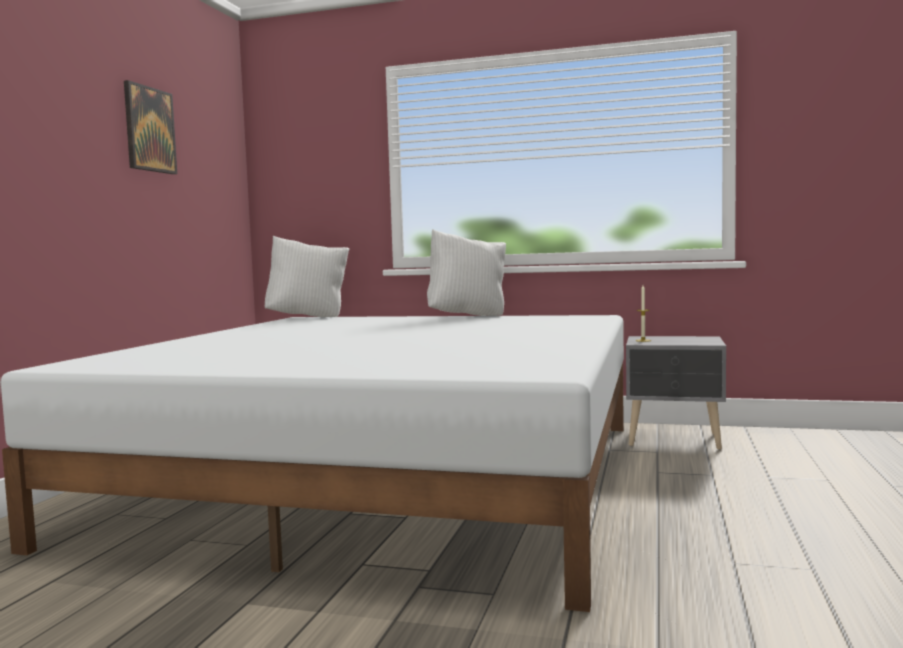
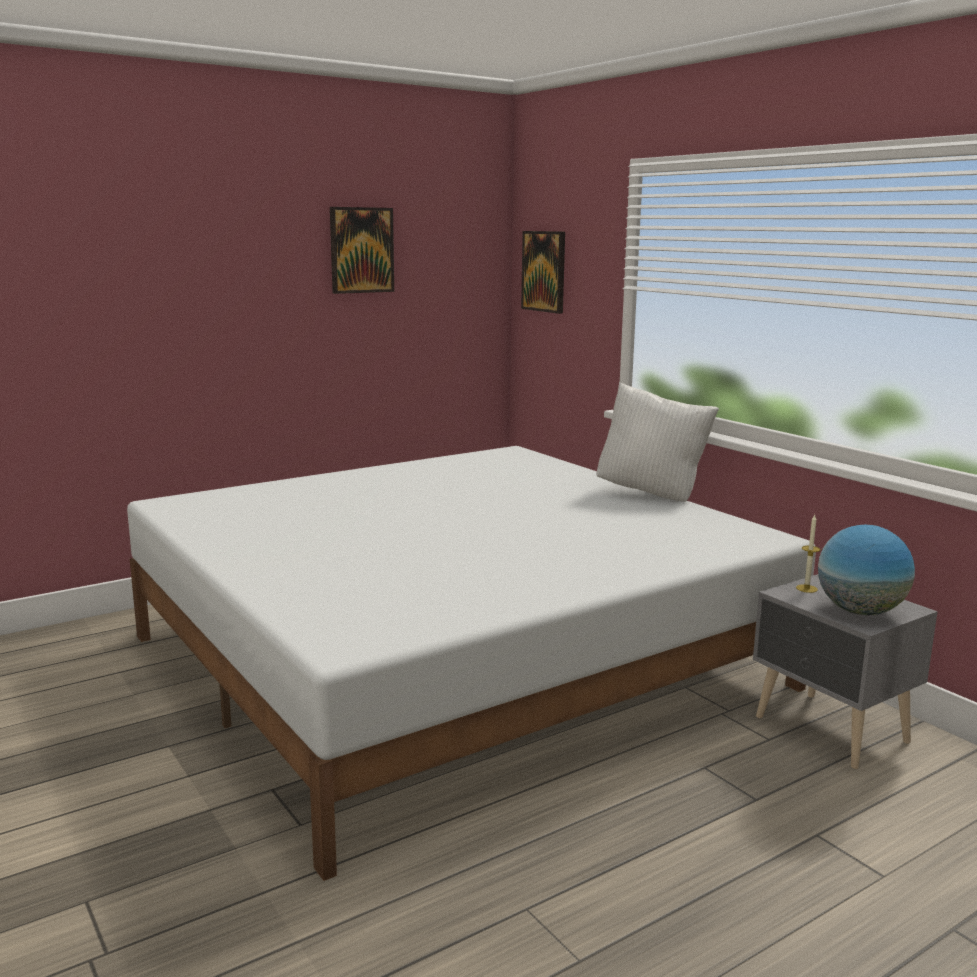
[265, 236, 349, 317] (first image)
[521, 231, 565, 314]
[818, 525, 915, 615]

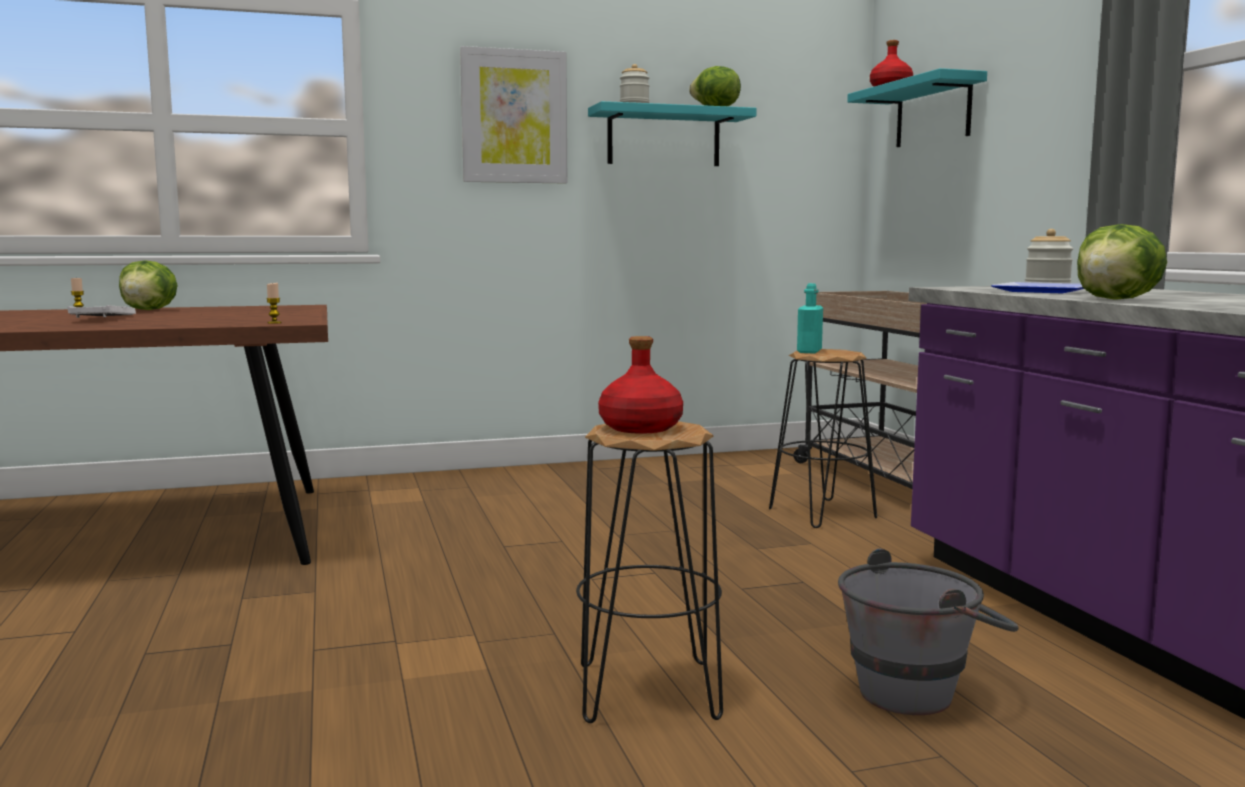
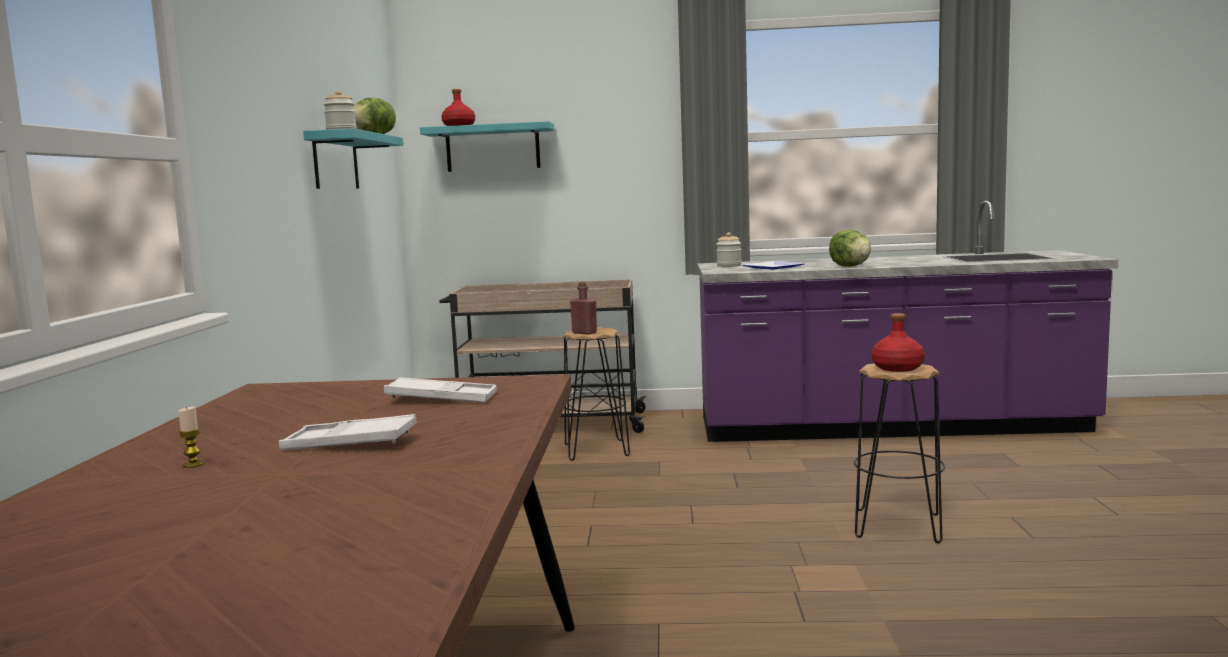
[119, 260, 177, 310] (first image)
[266, 283, 282, 324] (first image)
[460, 46, 568, 184] (first image)
[838, 549, 1019, 715] (first image)
[384, 377, 497, 402]
[570, 282, 597, 335]

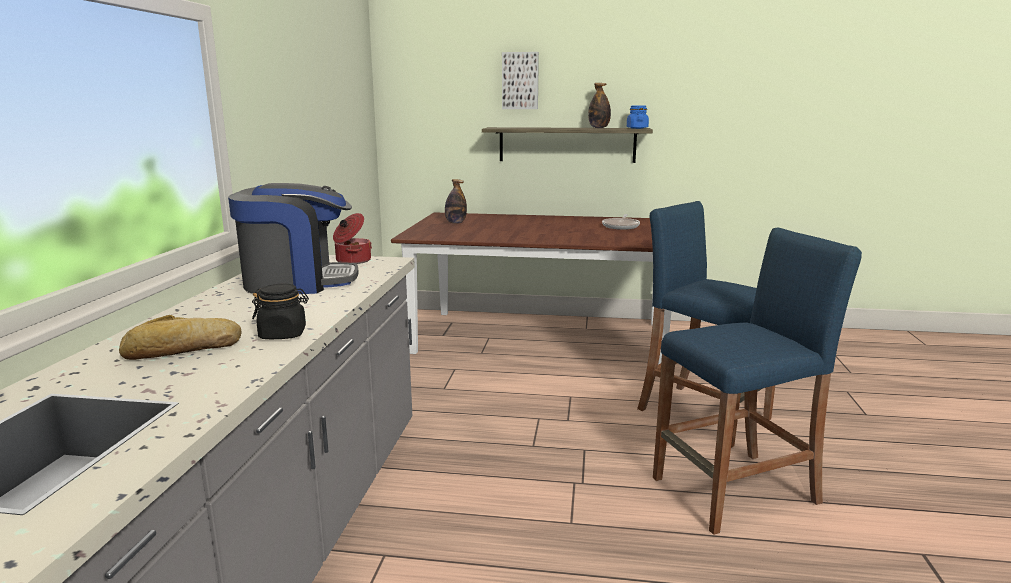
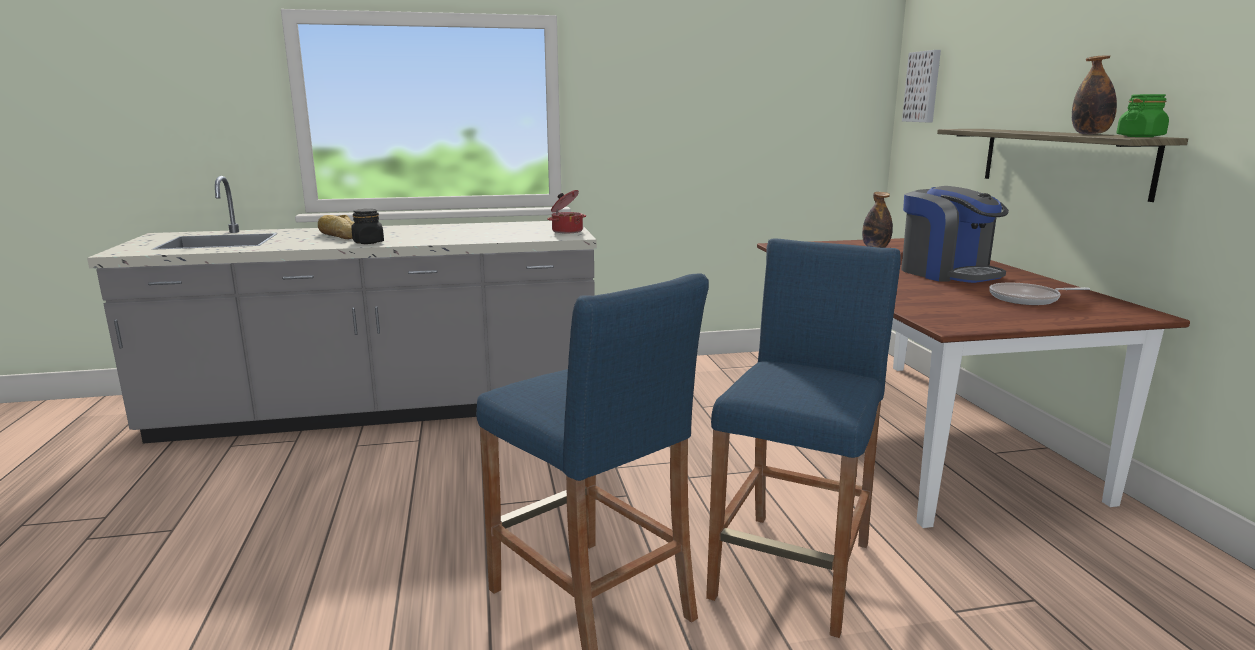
[901, 186, 1009, 283]
[902, 50, 941, 122]
[1116, 94, 1169, 137]

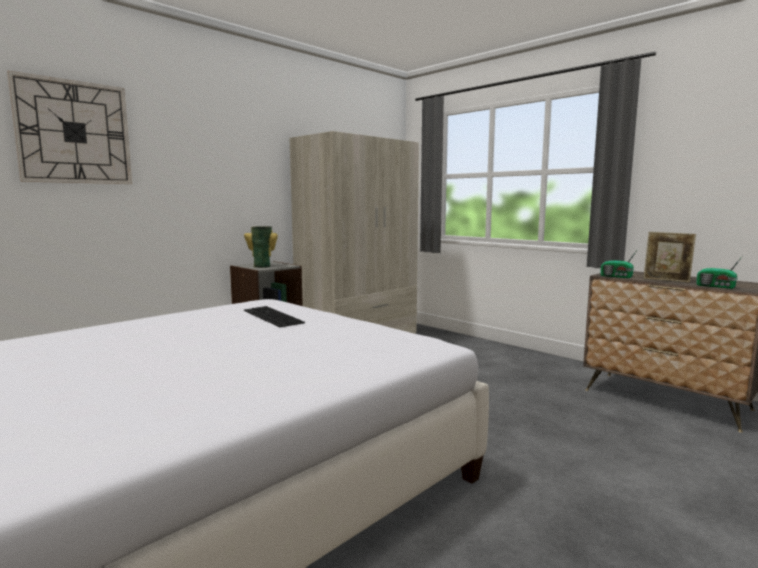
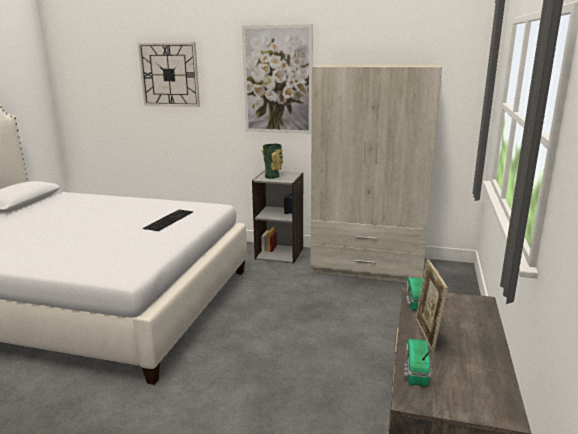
[242, 24, 313, 134]

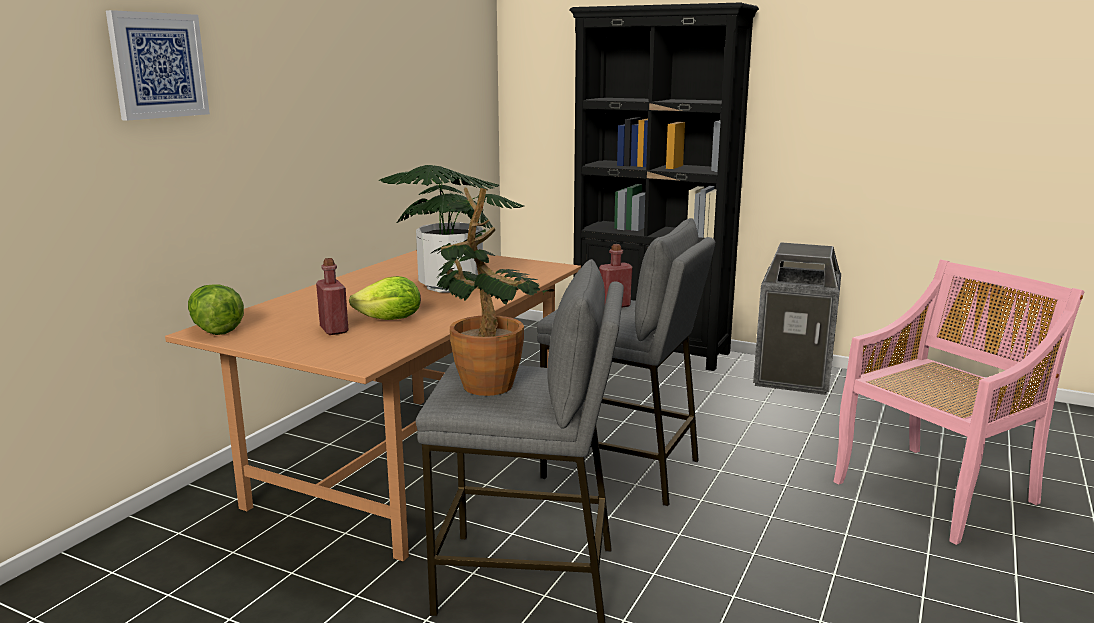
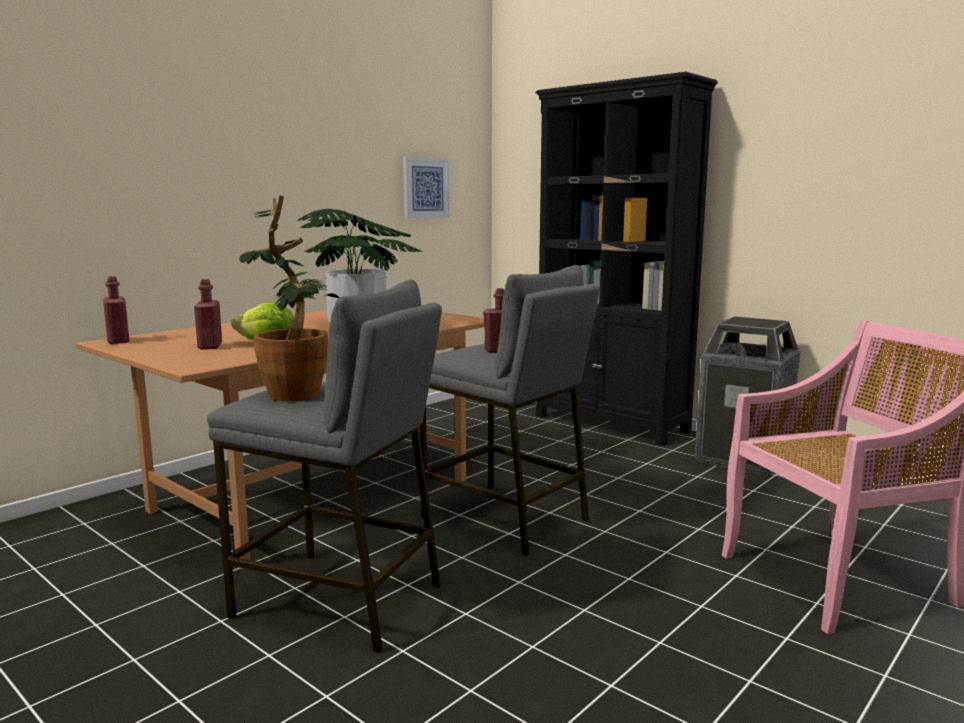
[403, 156, 450, 219]
[103, 276, 129, 344]

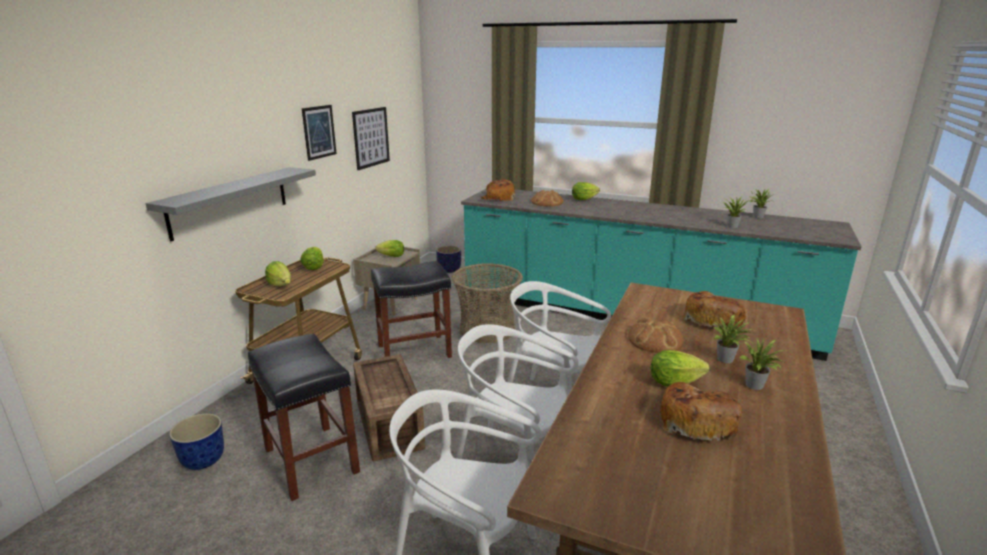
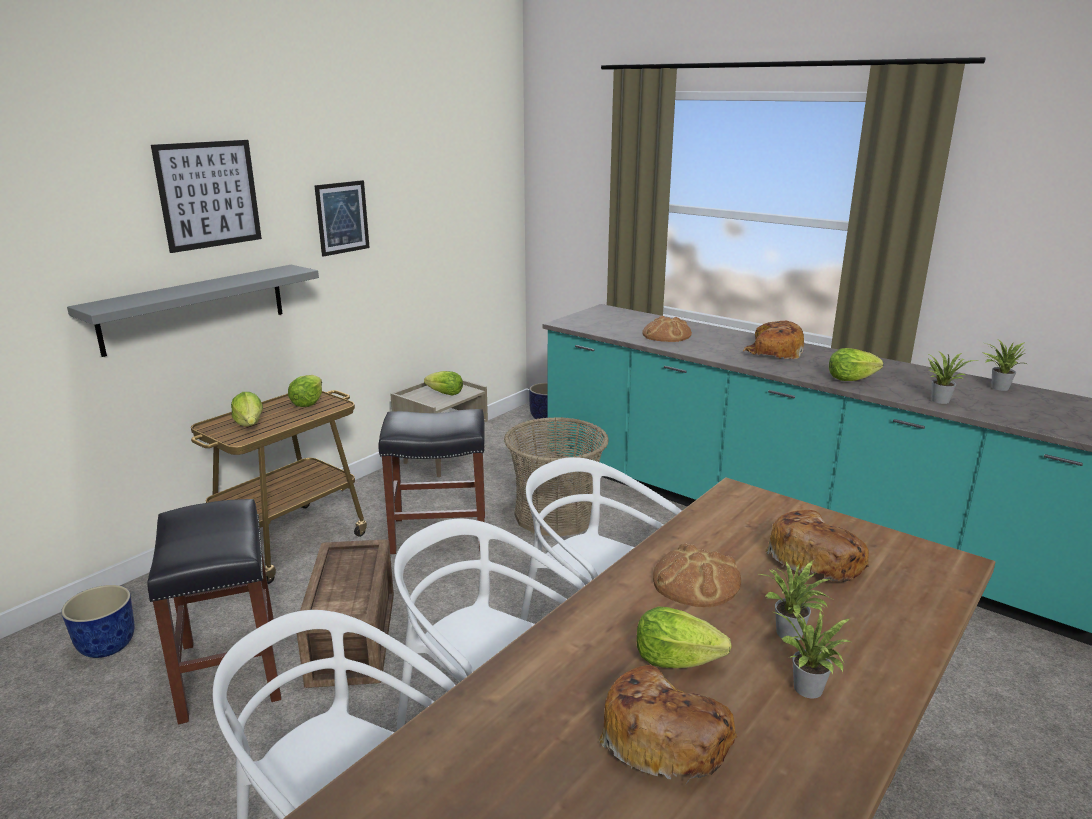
[151, 140, 262, 253]
[743, 321, 804, 359]
[829, 348, 883, 381]

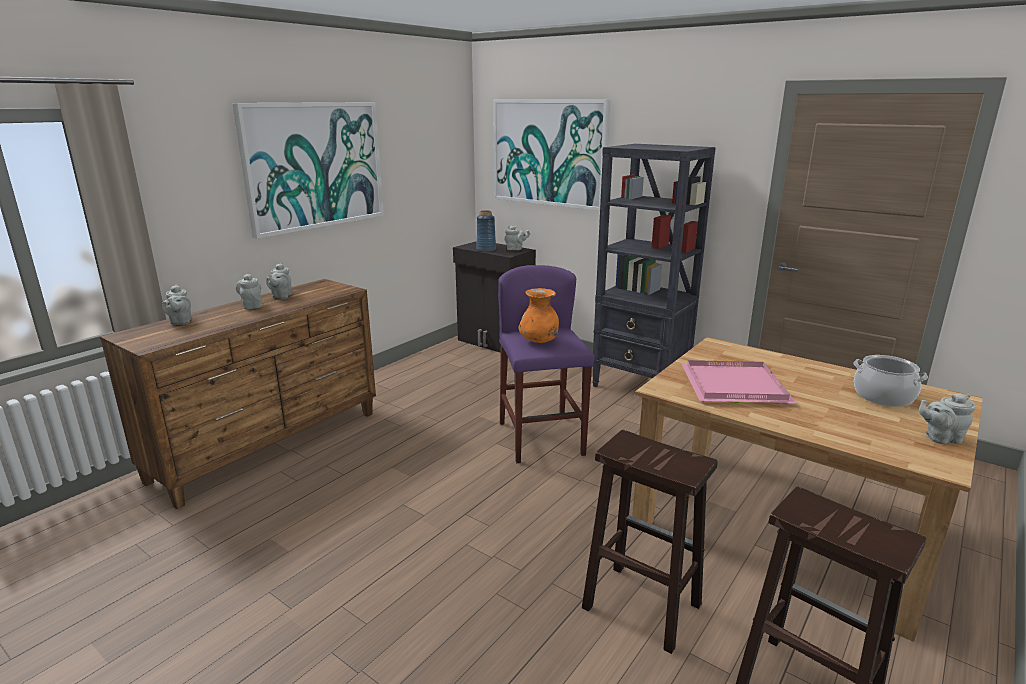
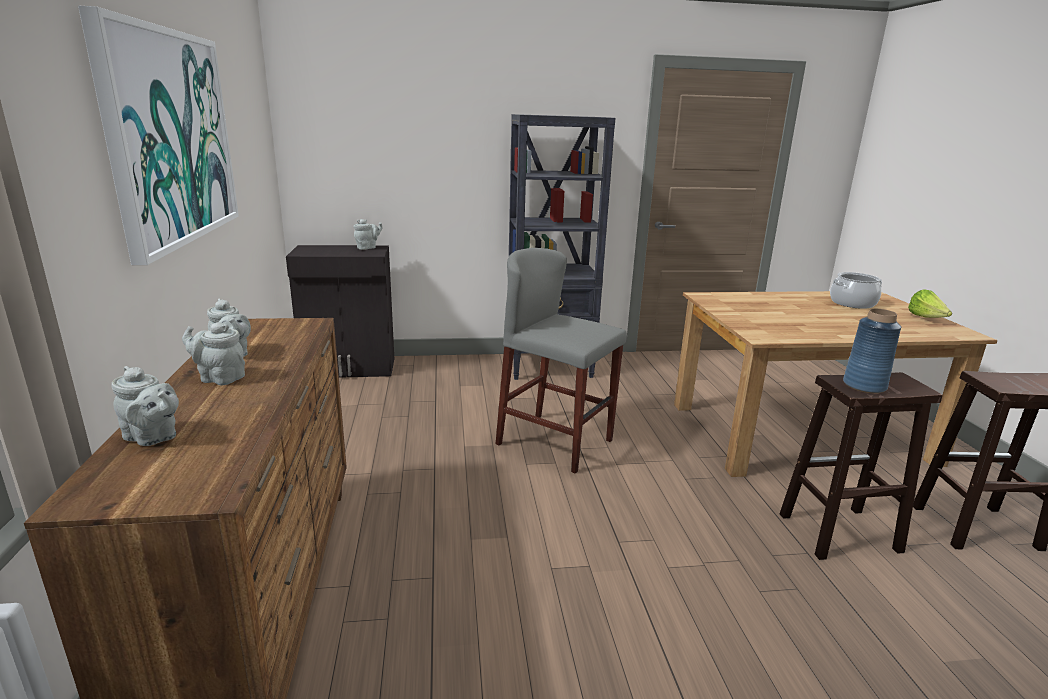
[493, 100, 611, 211] (first image)
[518, 288, 559, 343] (first image)
[681, 360, 796, 404] (first image)
[843, 309, 901, 393]
[908, 289, 952, 318]
[496, 248, 627, 474]

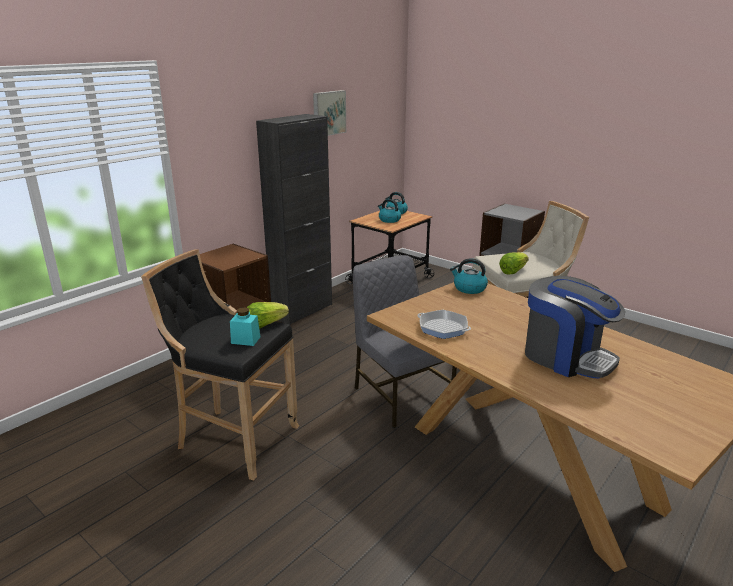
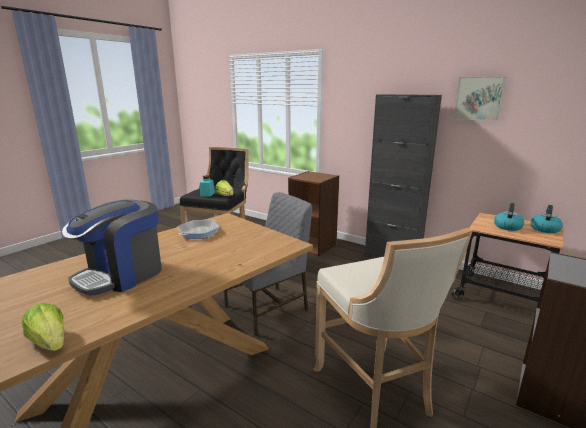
[450, 258, 488, 294] (first image)
[22, 303, 64, 351]

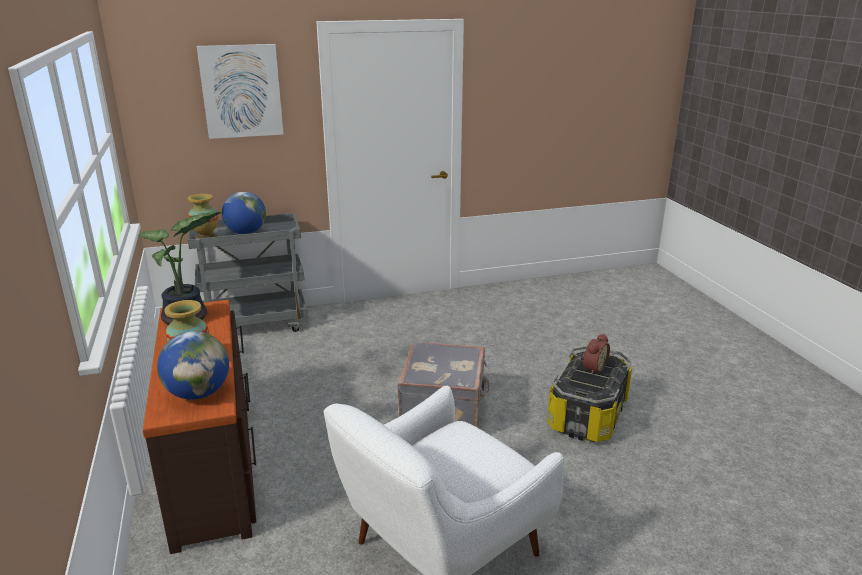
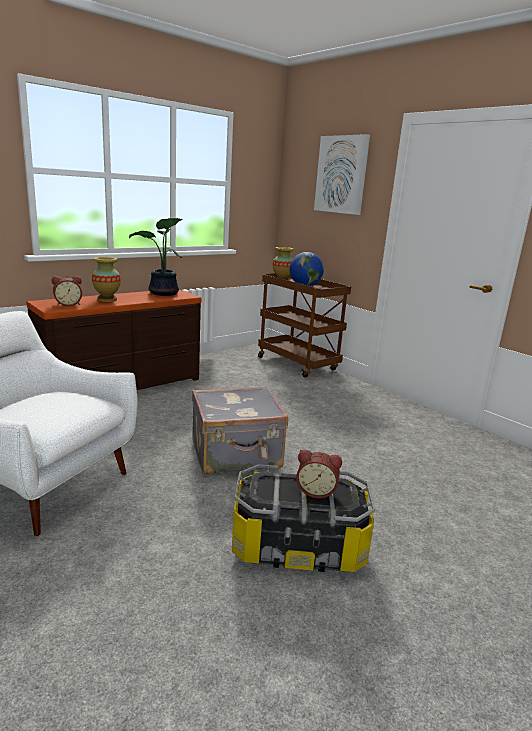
[52, 276, 82, 306]
[258, 273, 351, 378]

